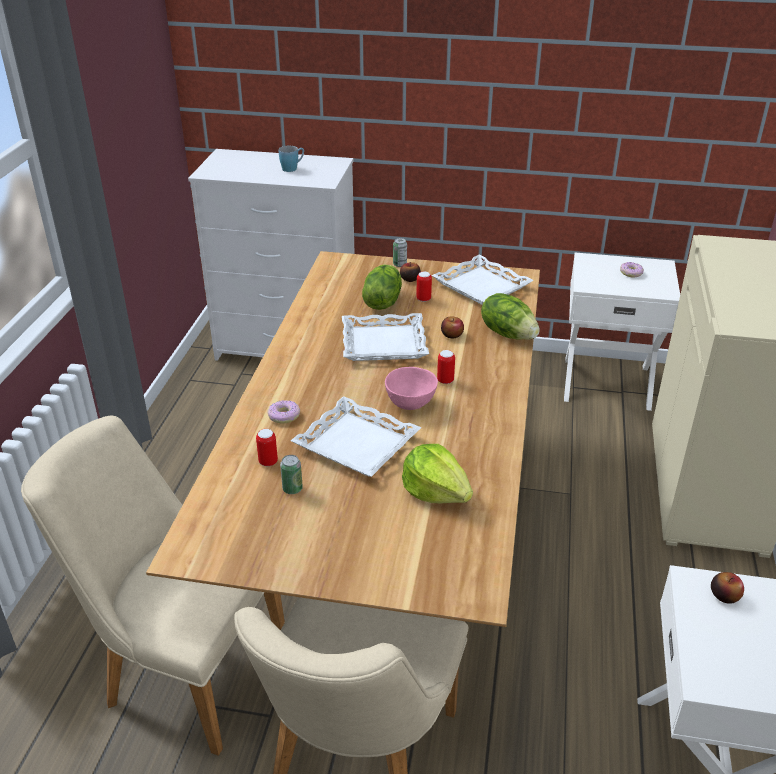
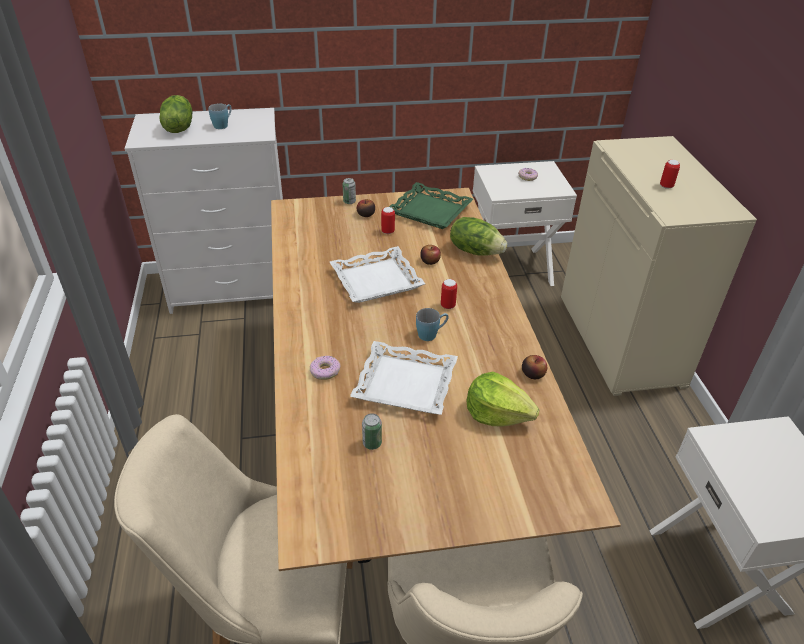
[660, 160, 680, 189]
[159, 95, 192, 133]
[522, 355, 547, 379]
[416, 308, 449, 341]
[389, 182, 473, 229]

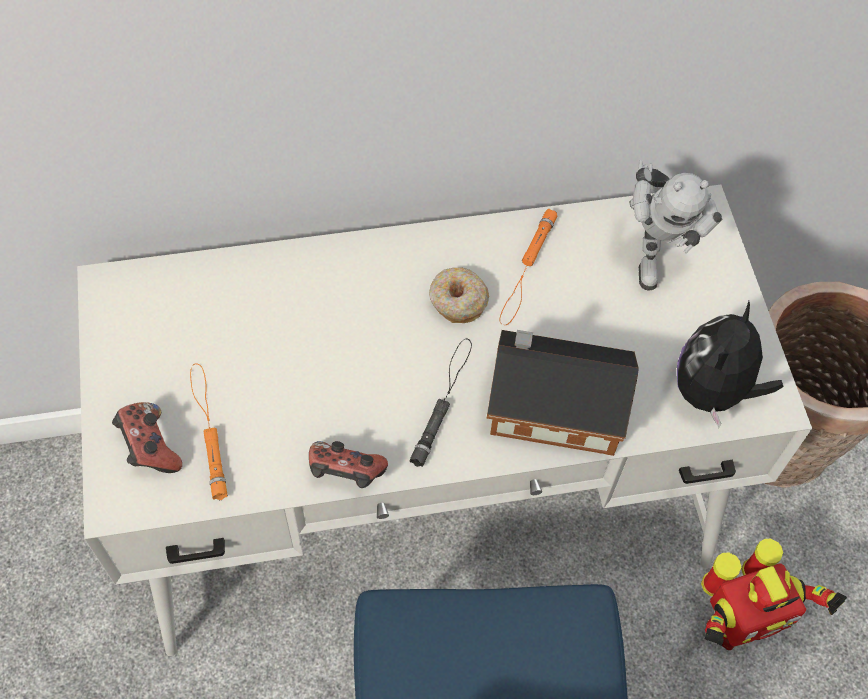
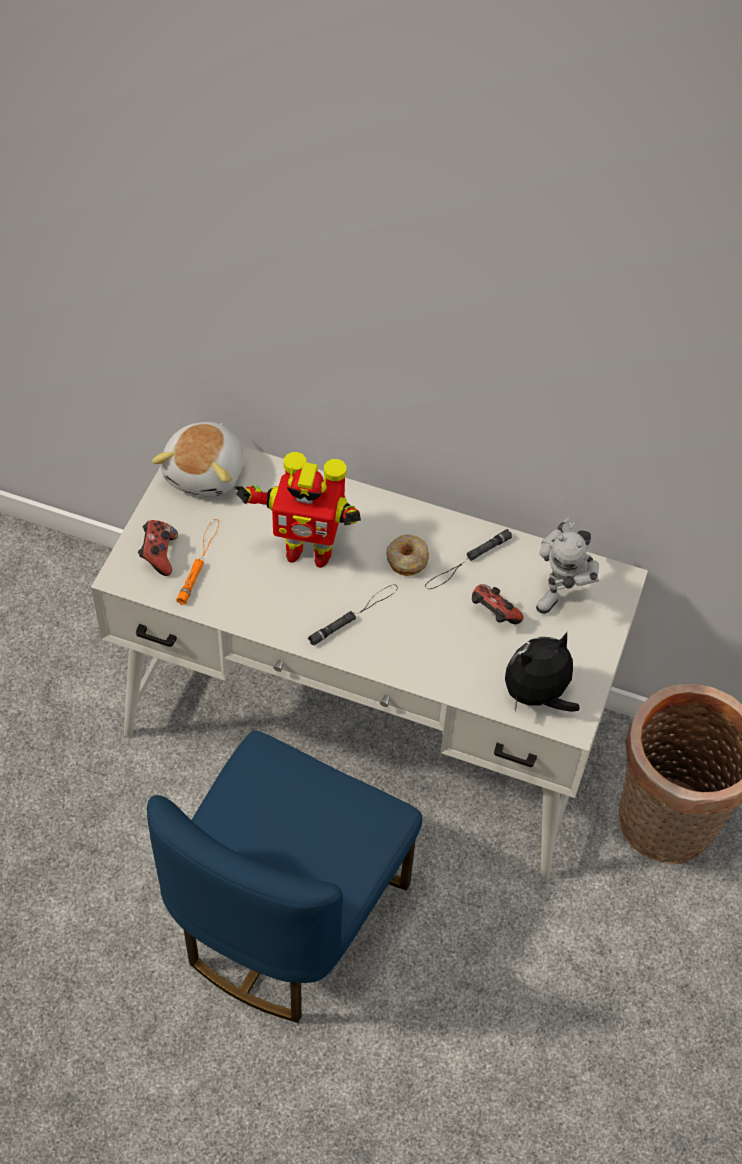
[486, 330, 639, 456] (first image)
[152, 422, 244, 497]
[472, 584, 524, 624]
[235, 452, 361, 568]
[425, 529, 512, 589]

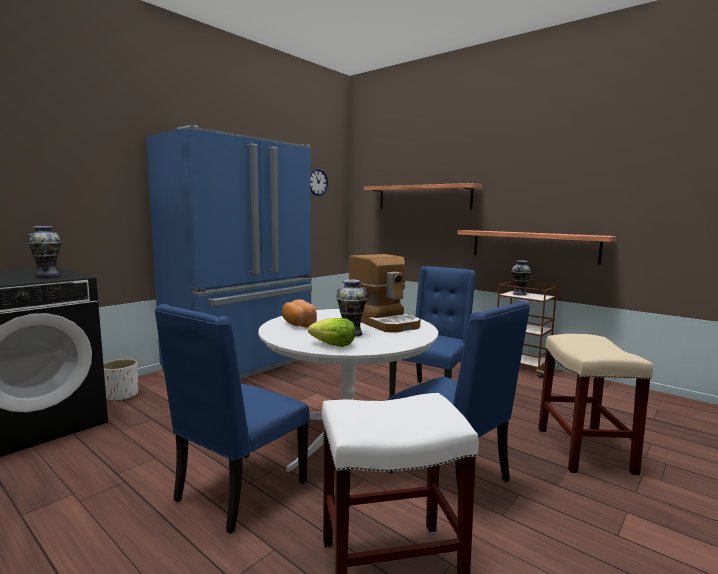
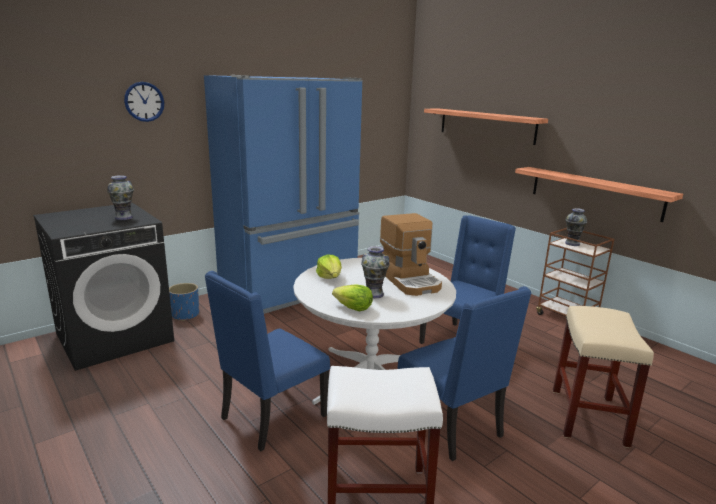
[124, 82, 164, 122]
[316, 255, 342, 279]
[169, 283, 199, 321]

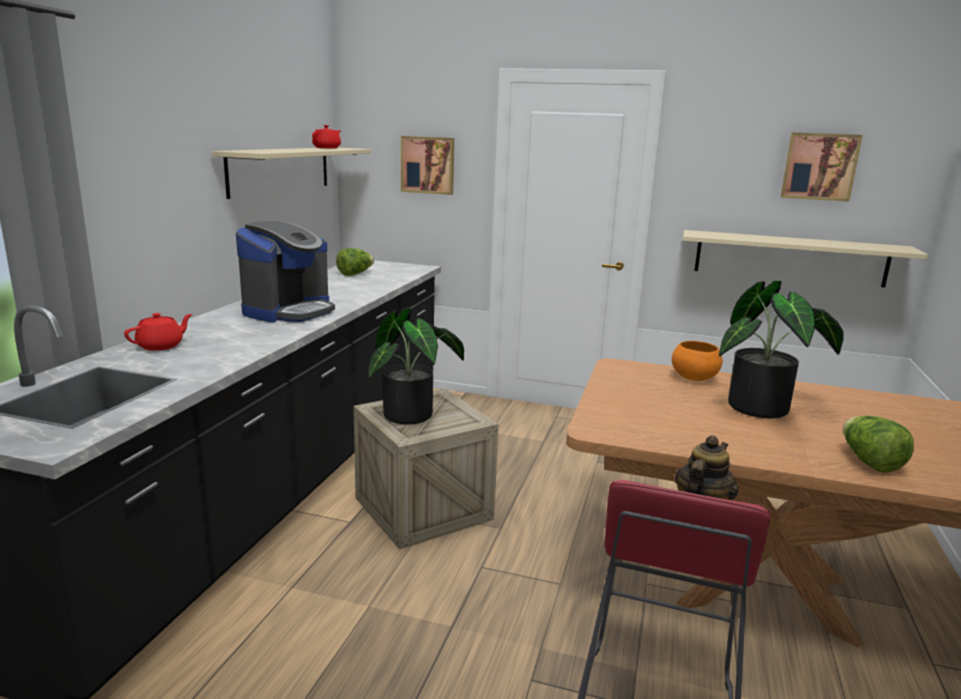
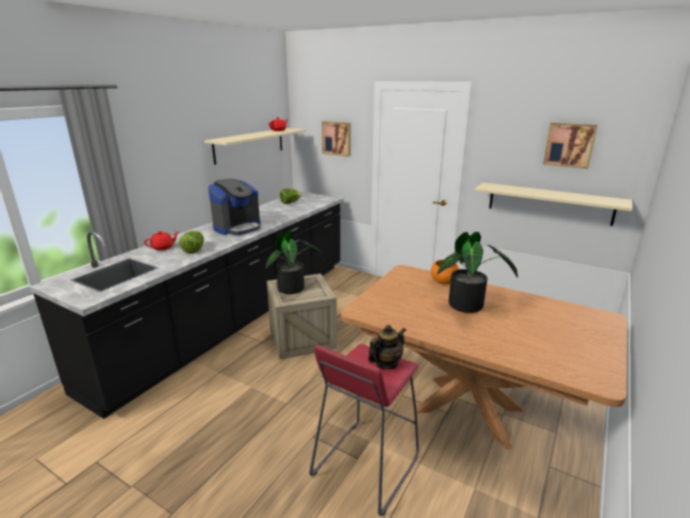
[179, 231, 204, 254]

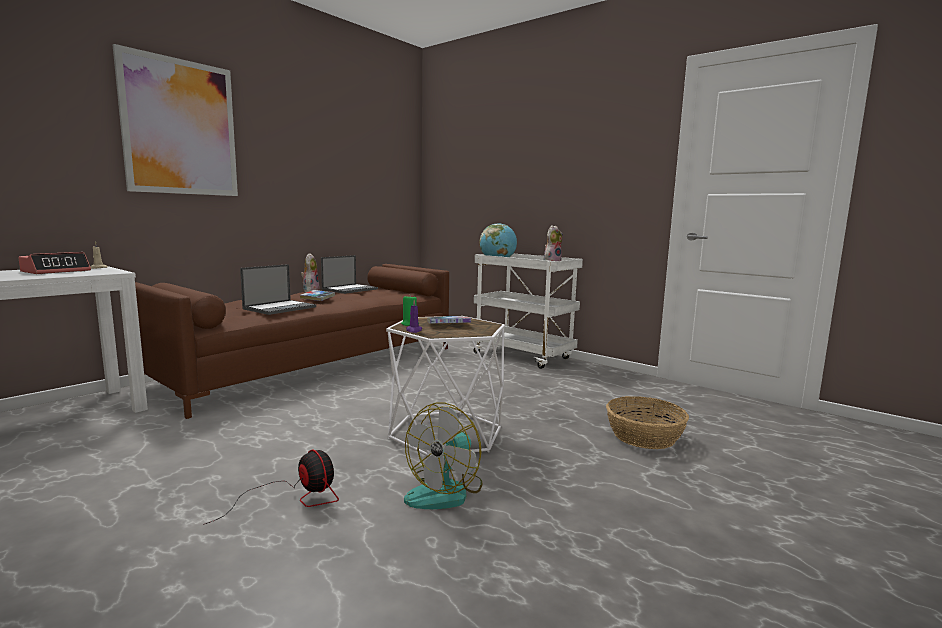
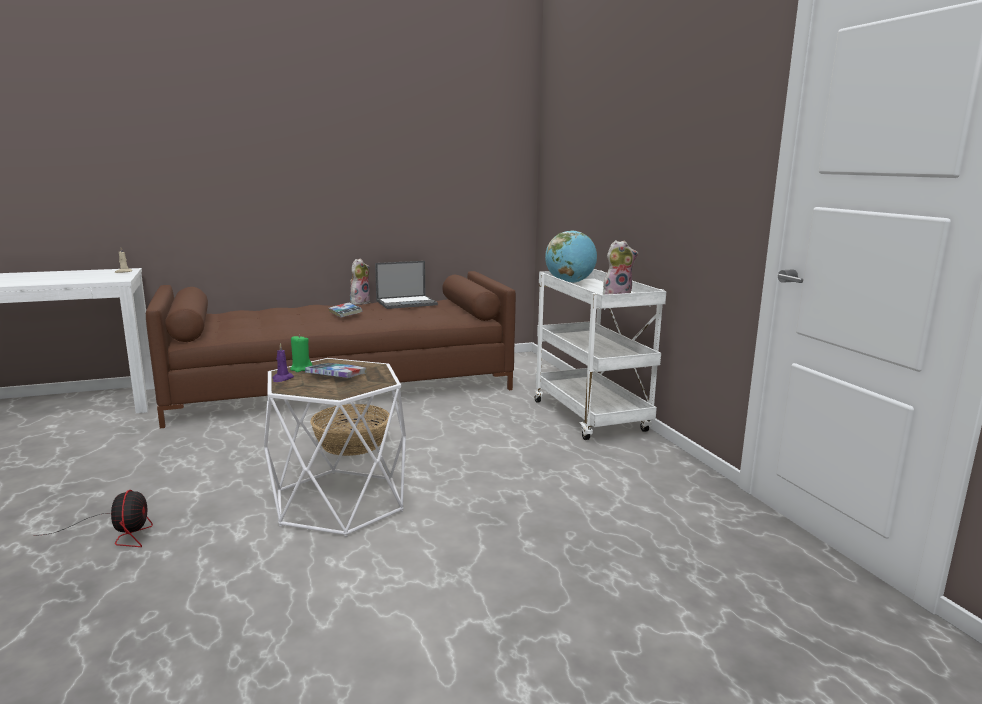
[18, 252, 91, 274] (first image)
[113, 44, 238, 196] (first image)
[240, 264, 316, 315] (first image)
[404, 402, 482, 509] (first image)
[310, 404, 390, 456]

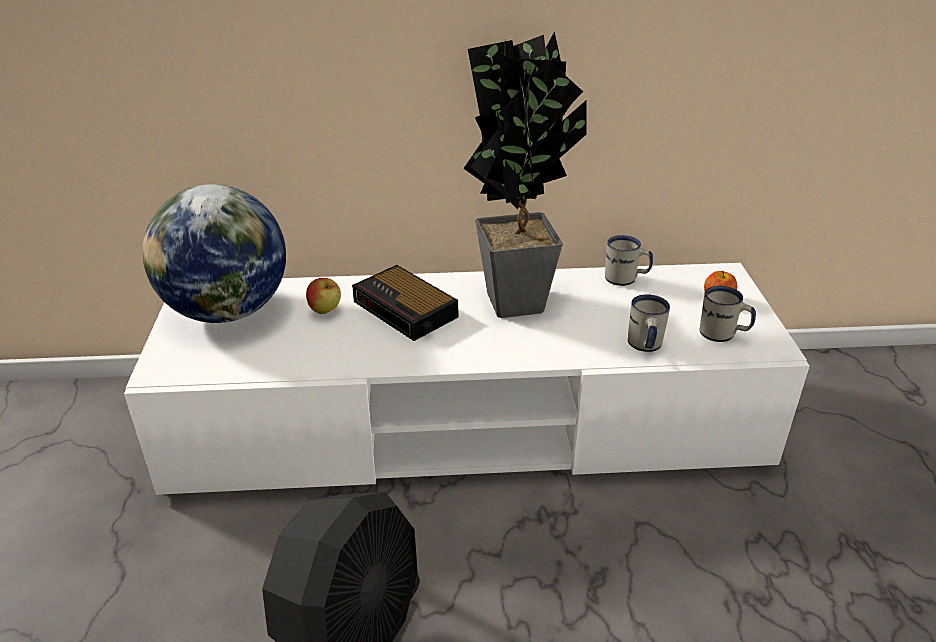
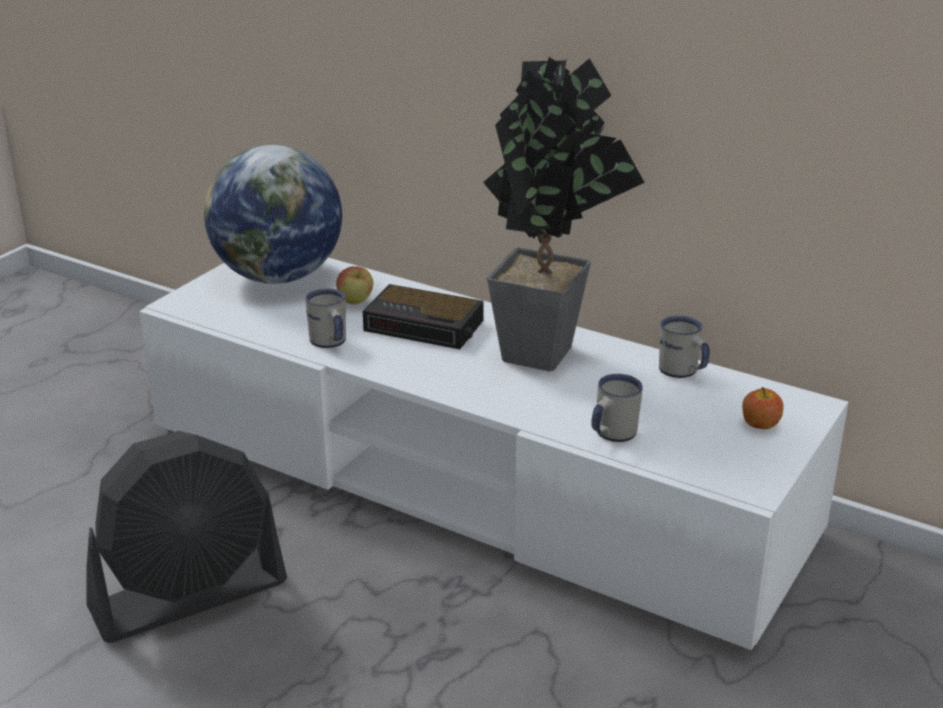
[305, 288, 346, 348]
[363, 284, 484, 349]

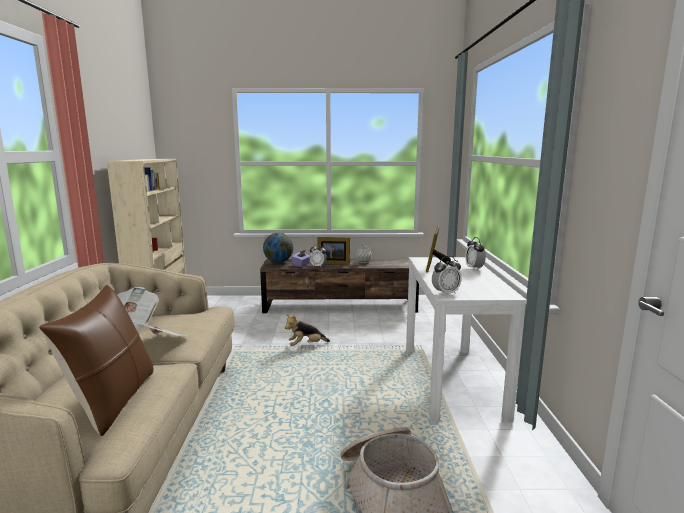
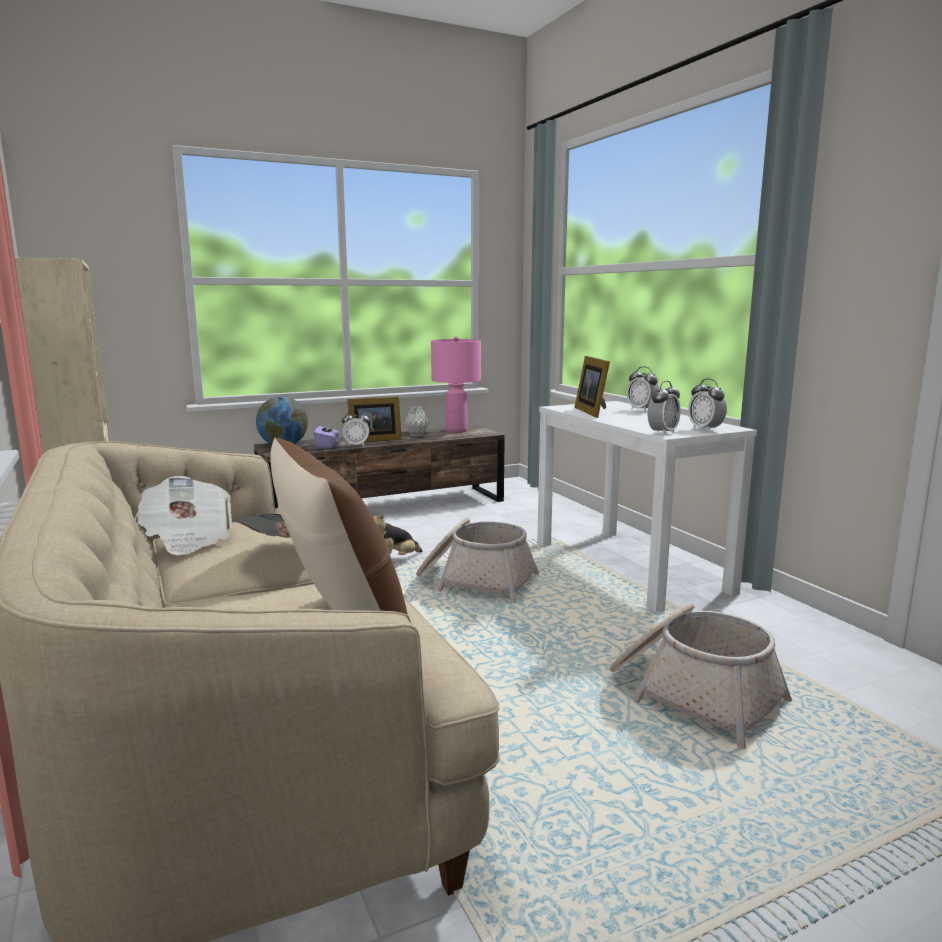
[416, 518, 539, 603]
[431, 336, 481, 433]
[688, 379, 727, 432]

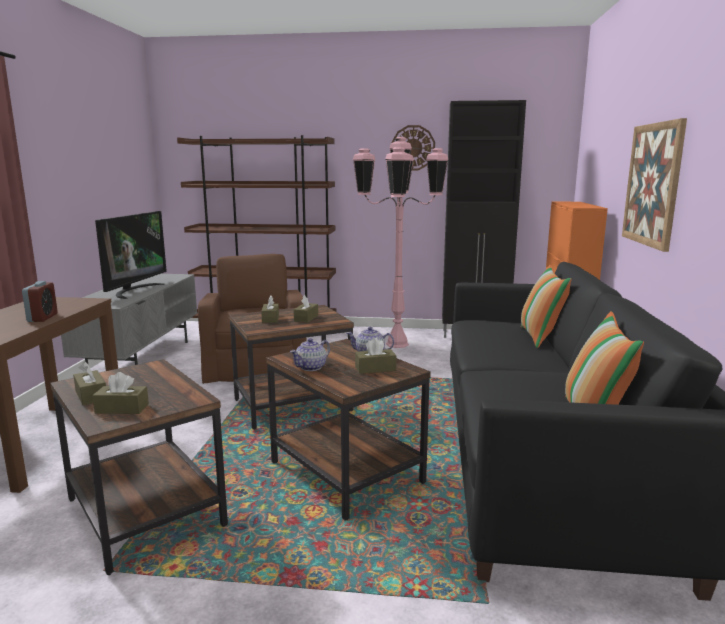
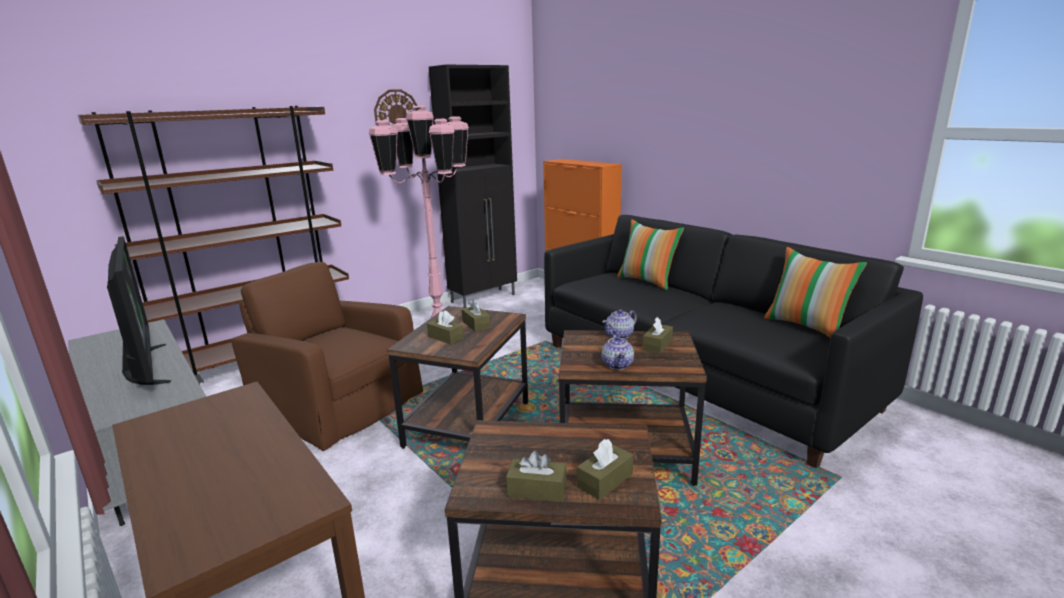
[22, 281, 58, 322] (first image)
[622, 118, 687, 252] (first image)

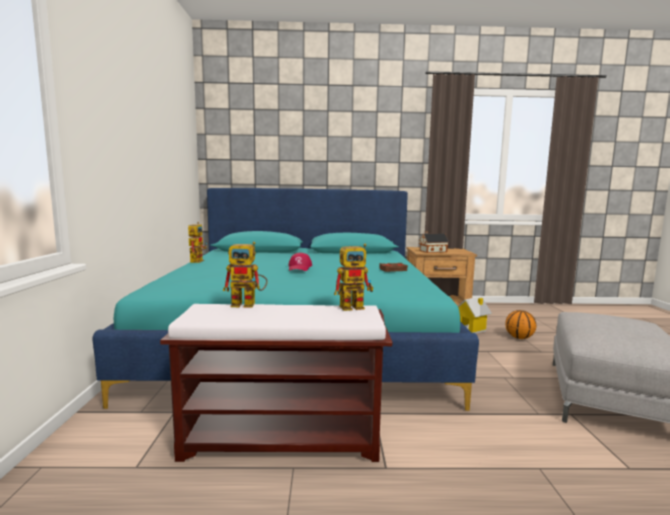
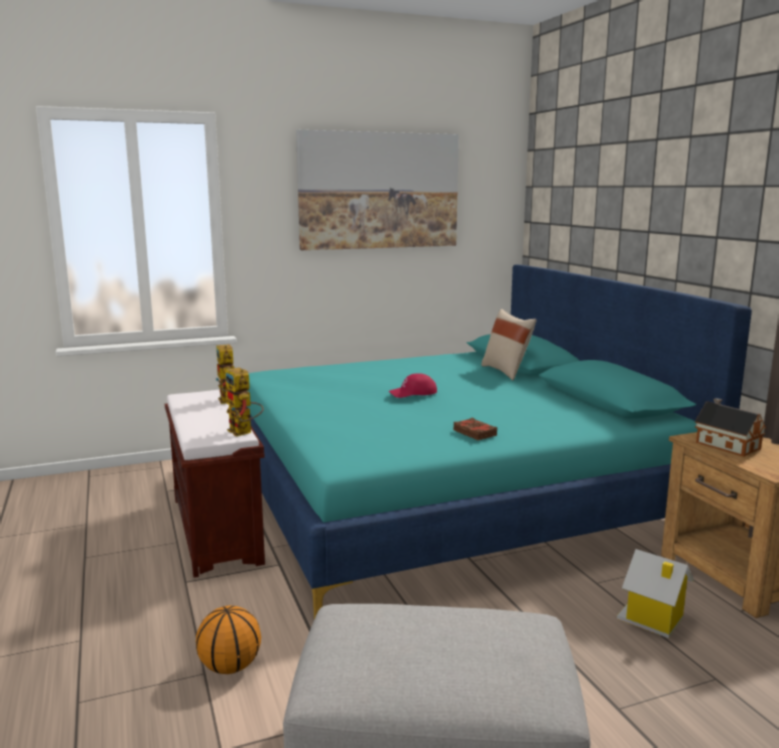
[188, 222, 207, 263] (first image)
[296, 130, 459, 250]
[481, 309, 536, 380]
[196, 606, 261, 674]

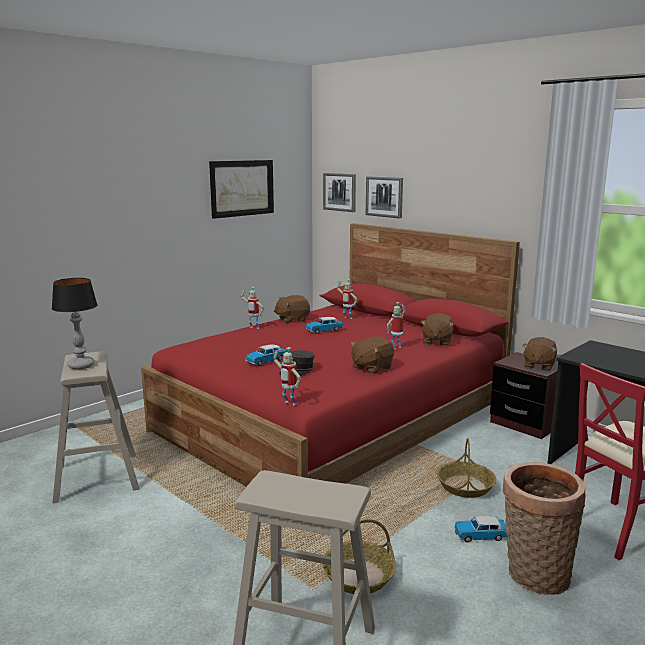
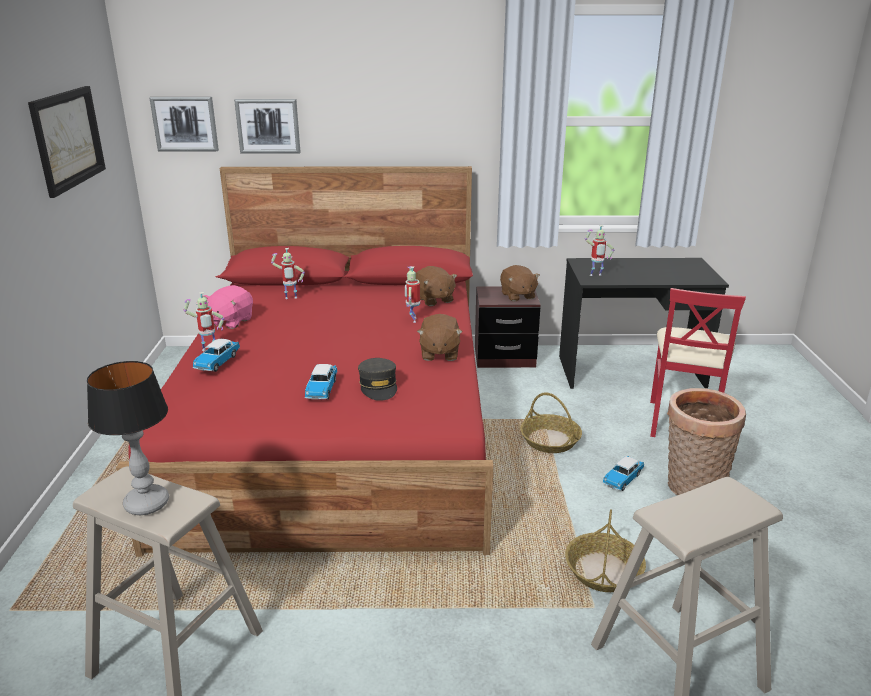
[585, 225, 614, 276]
[193, 339, 240, 372]
[202, 285, 253, 329]

